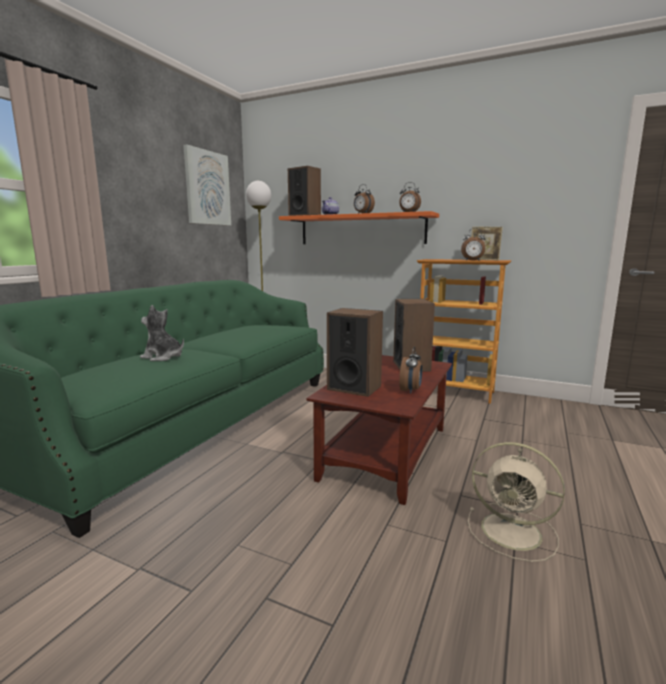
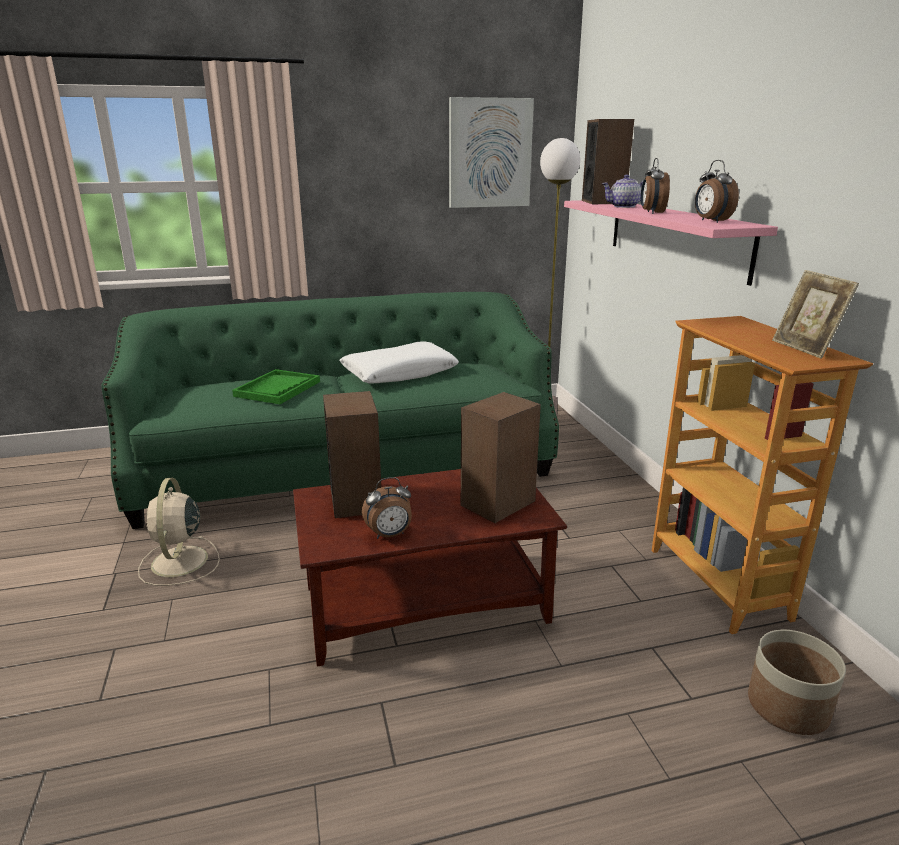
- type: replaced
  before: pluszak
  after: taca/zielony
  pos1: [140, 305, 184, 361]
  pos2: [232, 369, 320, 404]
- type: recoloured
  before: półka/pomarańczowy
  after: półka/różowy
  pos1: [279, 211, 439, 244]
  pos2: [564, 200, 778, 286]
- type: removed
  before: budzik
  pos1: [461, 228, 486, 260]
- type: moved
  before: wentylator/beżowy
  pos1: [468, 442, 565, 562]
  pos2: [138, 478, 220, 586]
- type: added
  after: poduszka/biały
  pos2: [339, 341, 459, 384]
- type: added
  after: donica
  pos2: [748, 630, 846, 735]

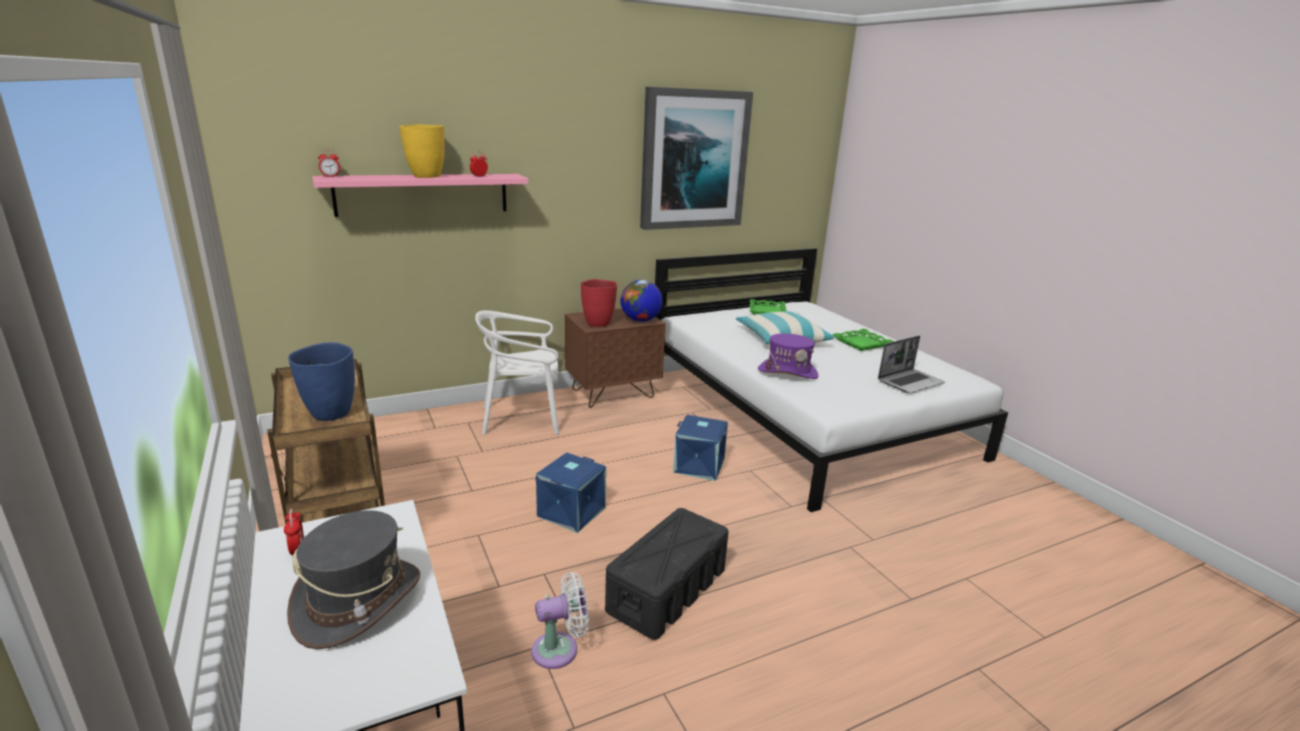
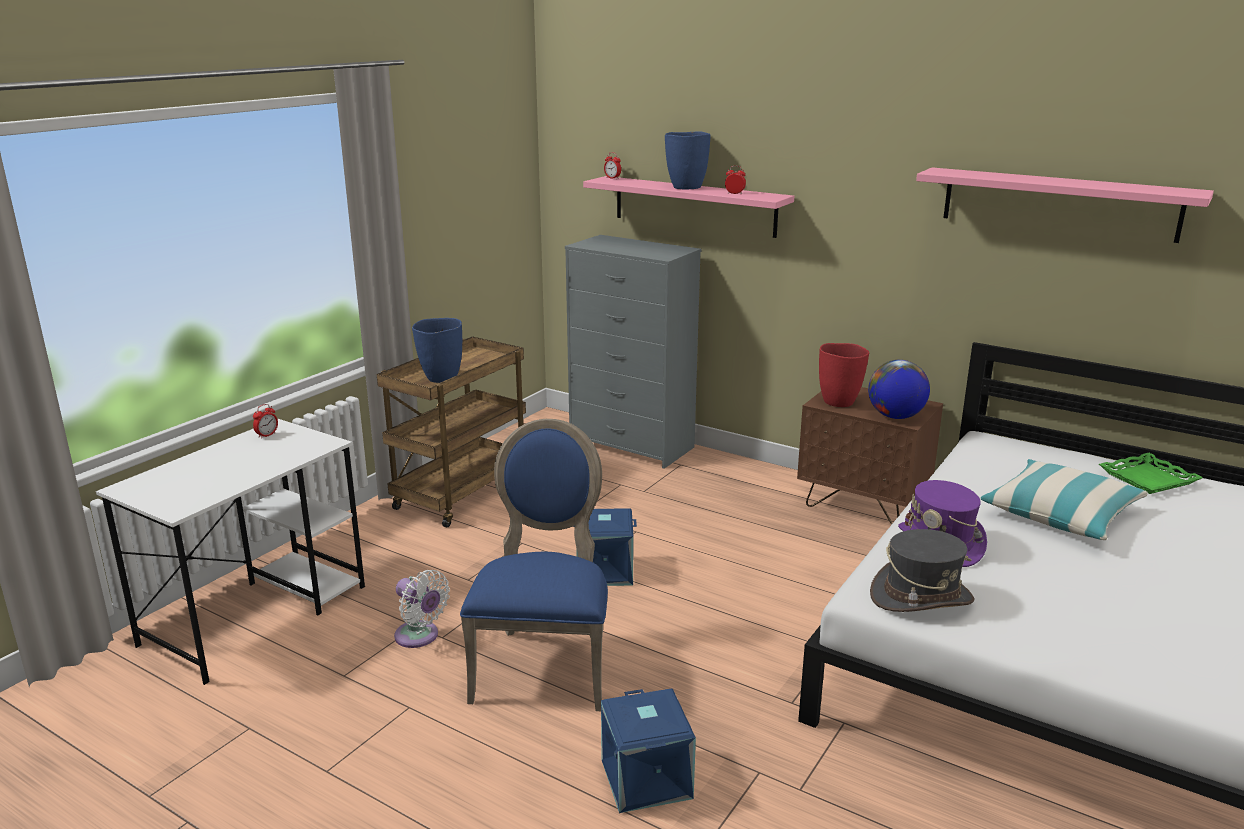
- type: moved
  before: kapelusz/szary
  pos1: [287, 510, 420, 649]
  pos2: [870, 529, 974, 612]
- type: recoloured
  before: wazon/żółty
  after: wazon/niebieski
  pos1: [399, 124, 445, 178]
  pos2: [665, 131, 711, 189]
- type: removed
  before: krzesło/biały
  pos1: [475, 310, 559, 435]
- type: replaced
  before: pojemnik do przechowywania/czarny
  after: krzesło/niebieski
  pos1: [605, 508, 729, 640]
  pos2: [460, 419, 608, 711]
- type: replaced
  before: obraz
  after: półka/różowy
  pos1: [640, 87, 753, 230]
  pos2: [916, 167, 1214, 243]
- type: moved
  before: pojemnik do przechowywania/niebieski
  pos1: [673, 415, 728, 481]
  pos2: [601, 689, 696, 813]
- type: removed
  before: taca/zielony
  pos1: [832, 329, 894, 351]
- type: removed
  before: laptop
  pos1: [878, 336, 945, 393]
- type: added
  after: komoda/szary
  pos2: [565, 235, 701, 469]

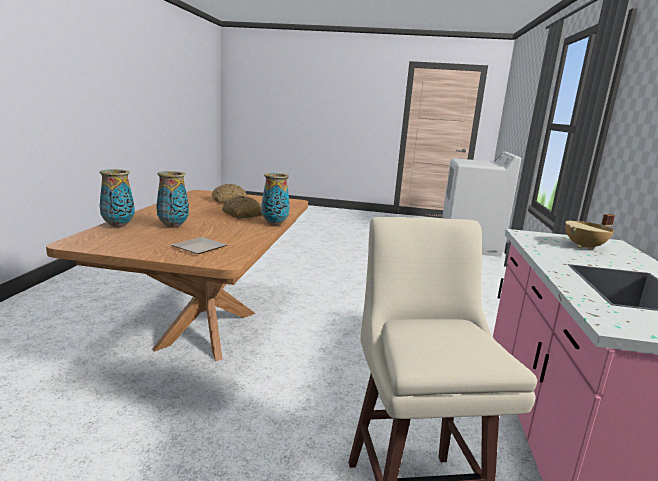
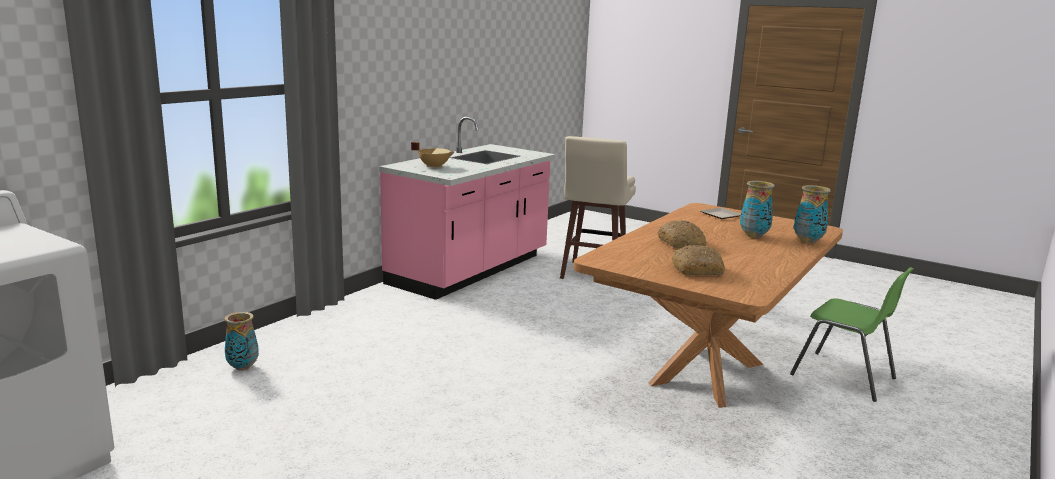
- type: moved
  before: wazon
  pos1: [261, 173, 290, 225]
  pos2: [224, 312, 259, 371]
- type: added
  after: krzesło/zielony
  pos2: [790, 267, 913, 402]

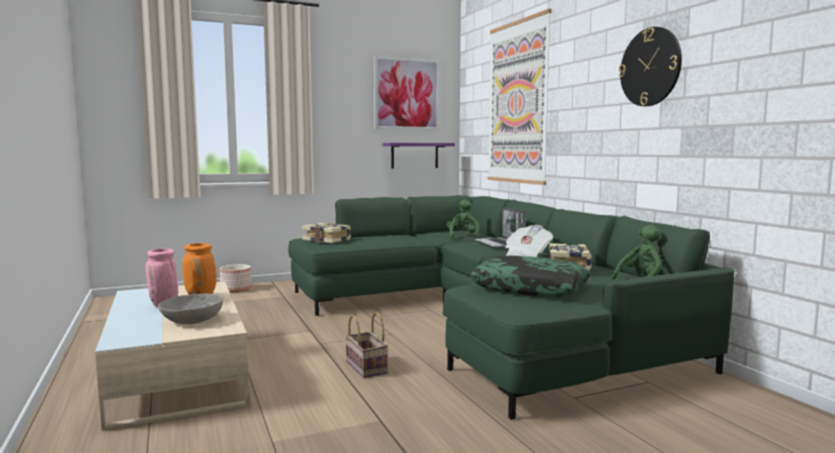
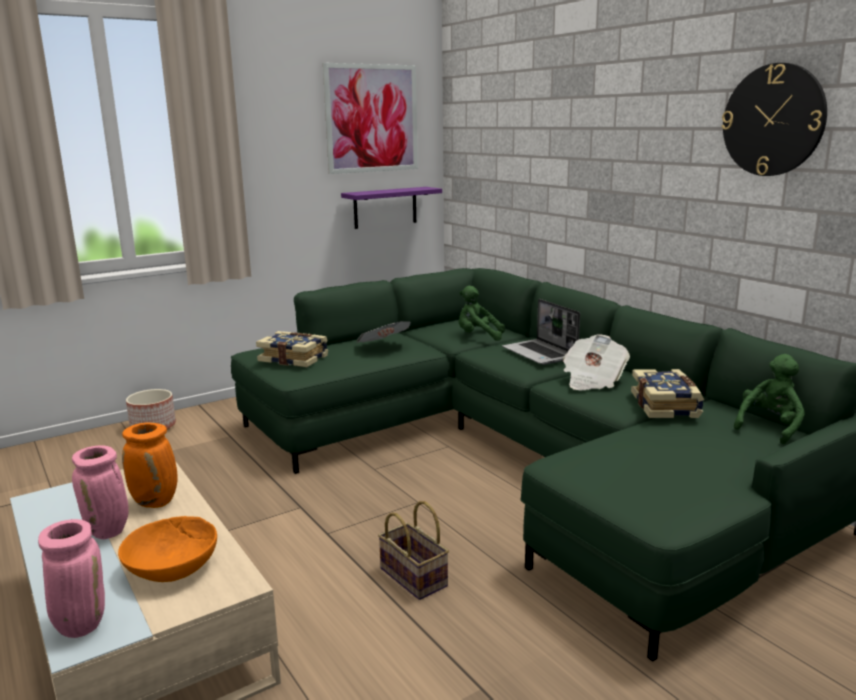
- type: recoloured
  before: miska/szary
  after: miska/pomarańczowy
  pos1: [158, 294, 223, 324]
  pos2: [118, 516, 217, 582]
- type: turned
  before: pluszak/zielony
  pos1: [447, 200, 480, 240]
  pos2: [459, 286, 505, 341]
  turn: -75
- type: removed
  before: poduszka
  pos1: [470, 256, 590, 297]
- type: removed
  before: obraz
  pos1: [488, 9, 551, 185]
- type: added
  after: wazon/różowy
  pos2: [38, 519, 105, 638]
- type: added
  after: gazeta
  pos2: [356, 321, 411, 343]

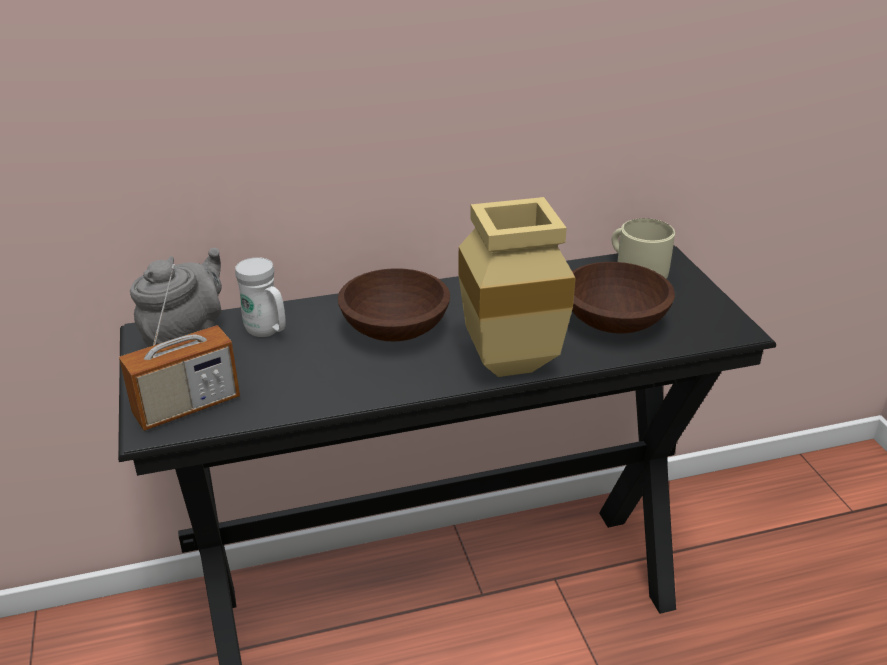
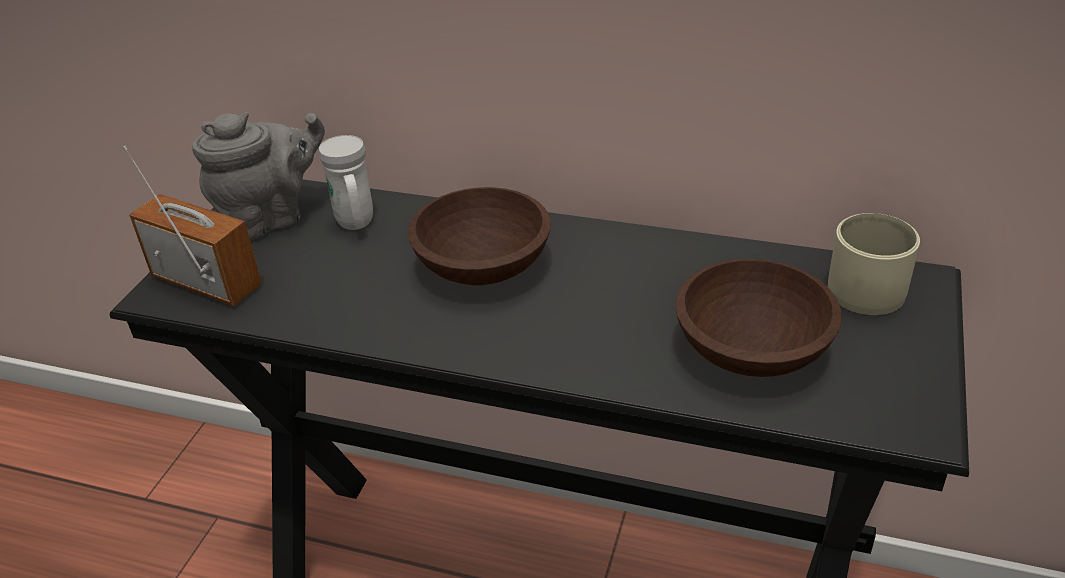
- type: turned
  before: radio
  pos1: [119, 264, 240, 431]
  pos2: [123, 146, 262, 306]
  turn: -150
- type: removed
  before: wazon/beżowy
  pos1: [458, 197, 576, 377]

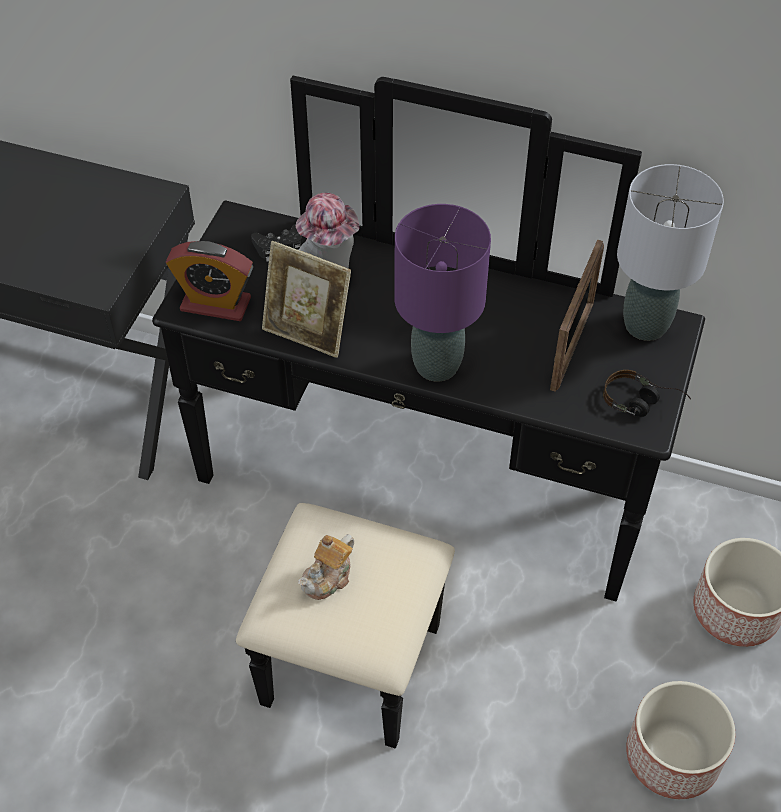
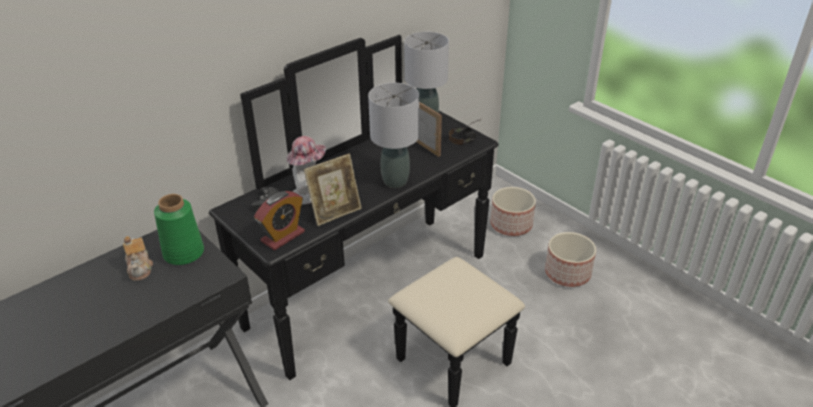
- type: moved
  before: imbryk
  pos1: [298, 534, 354, 600]
  pos2: [123, 236, 153, 281]
- type: recoloured
  before: lampa stołowa/fioletowy
  after: lampa stołowa/szary
  pos1: [394, 204, 491, 382]
  pos2: [368, 83, 419, 188]
- type: added
  after: wazon/zielony
  pos2: [154, 194, 204, 265]

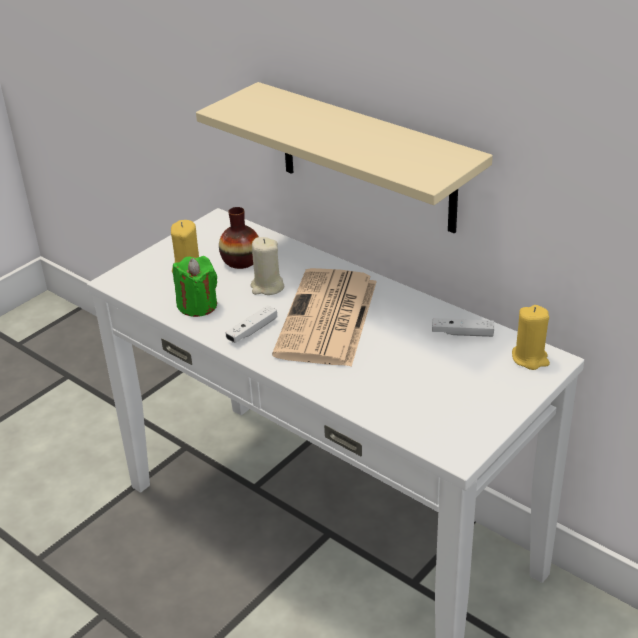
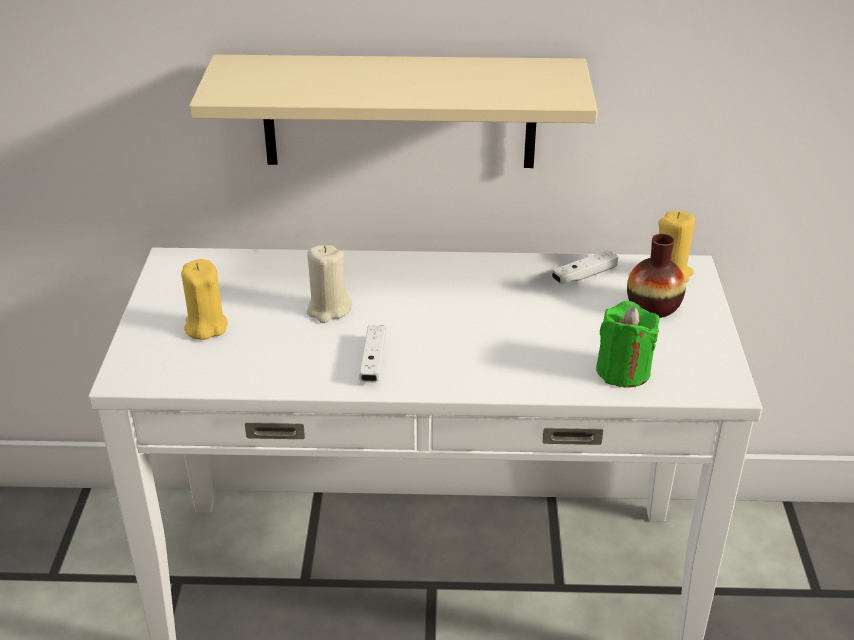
- type: moved
  before: świeca/zielony
  pos1: [173, 256, 217, 317]
  pos2: [596, 301, 660, 388]
- type: moved
  before: wazon
  pos1: [219, 207, 259, 269]
  pos2: [627, 234, 686, 318]
- type: removed
  before: gazeta
  pos1: [272, 268, 377, 367]

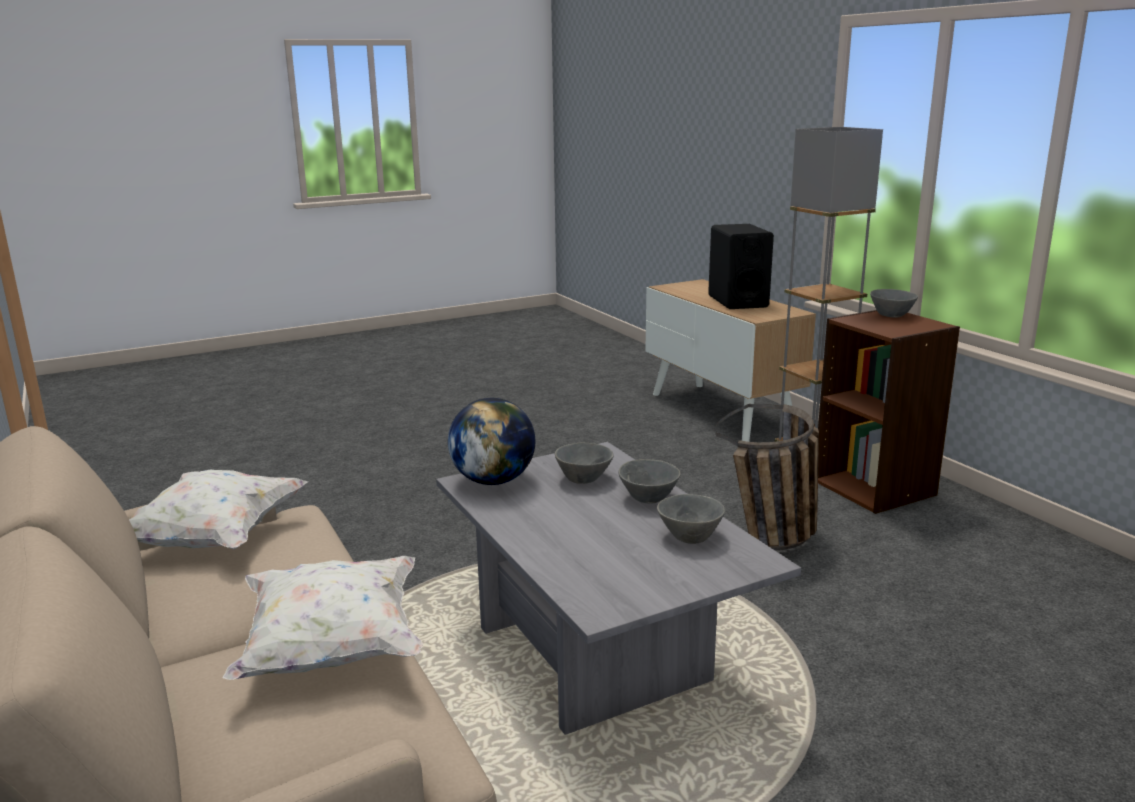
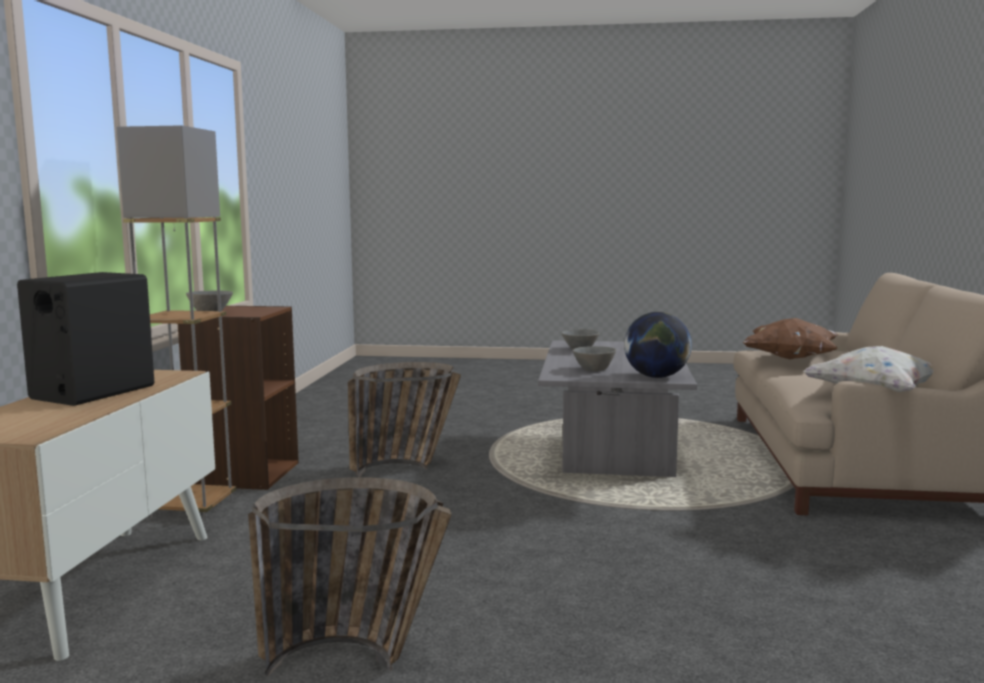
- type: recoloured
  before: poduszka/biały
  after: poduszka/brązowy
  pos1: [223, 556, 423, 680]
  pos2: [742, 318, 838, 359]
- type: removed
  before: miska/szary
  pos1: [618, 459, 681, 503]
- type: added
  after: koszyk
  pos2: [248, 477, 452, 676]

